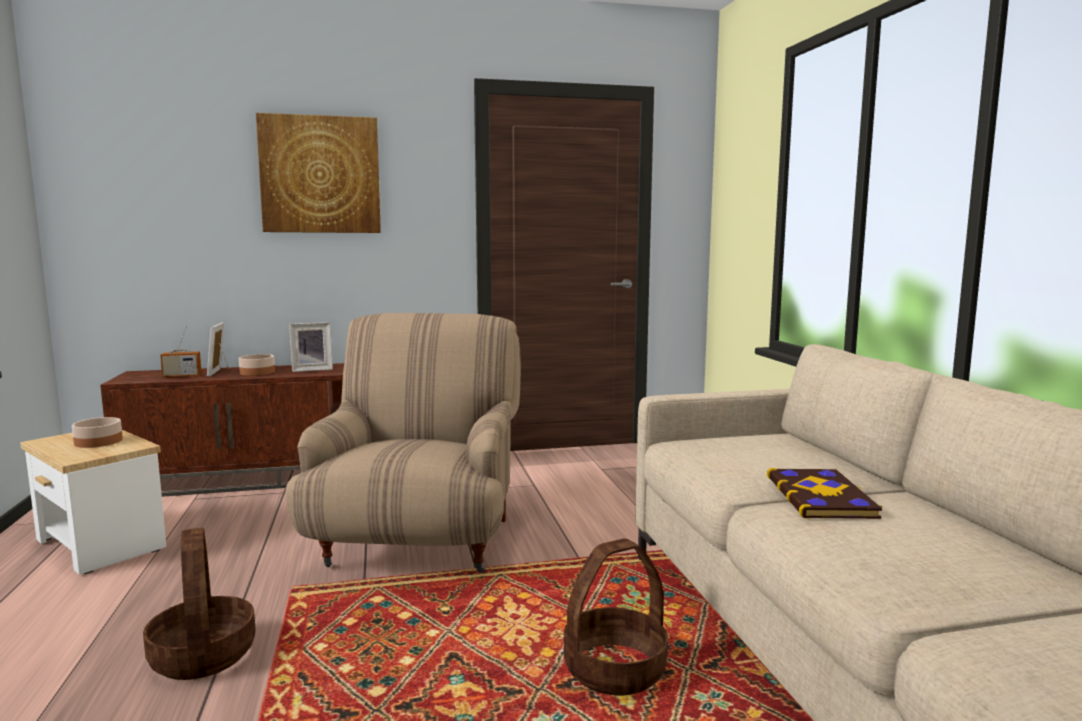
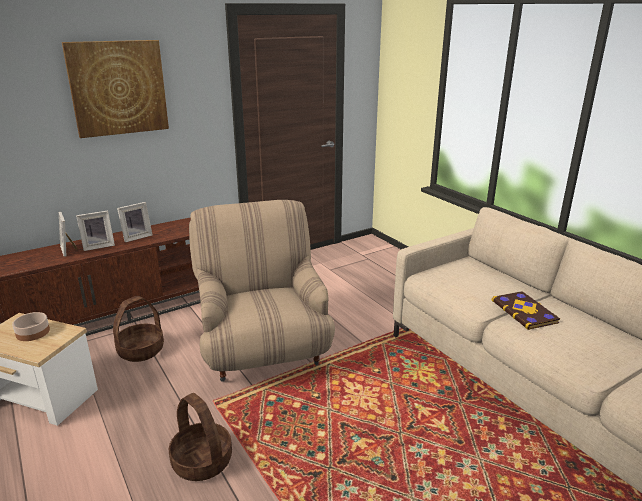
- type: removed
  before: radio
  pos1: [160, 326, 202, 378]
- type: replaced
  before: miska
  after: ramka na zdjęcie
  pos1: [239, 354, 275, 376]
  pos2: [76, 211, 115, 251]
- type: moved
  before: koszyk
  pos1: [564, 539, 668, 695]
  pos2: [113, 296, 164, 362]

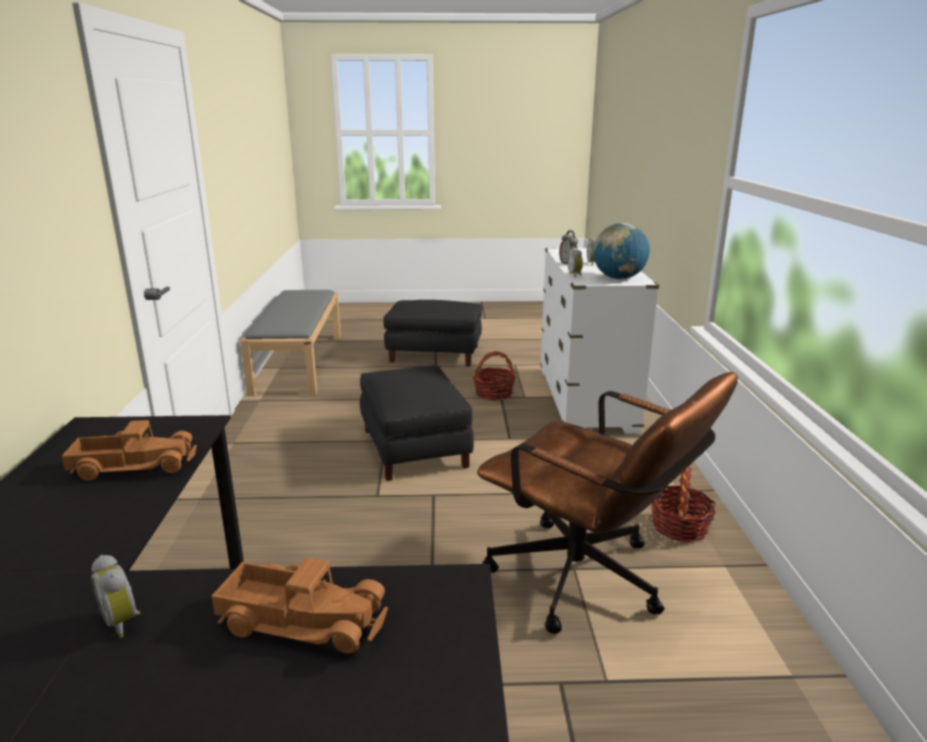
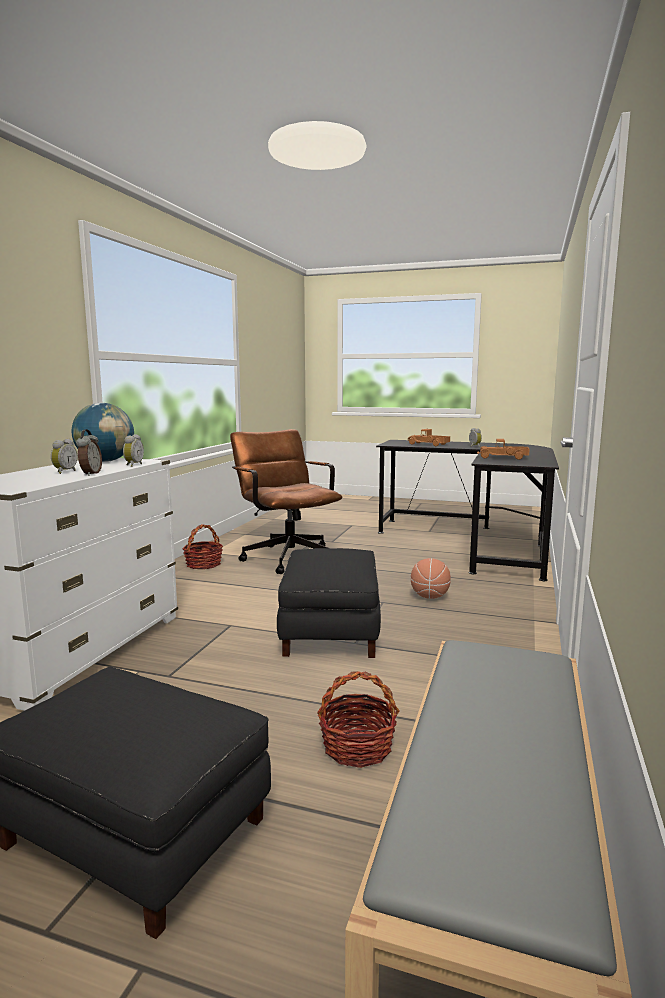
- type: moved
  before: koszyk
  pos1: [473, 351, 516, 401]
  pos2: [317, 671, 400, 768]
- type: added
  after: piłka do koszykówki
  pos2: [411, 558, 451, 599]

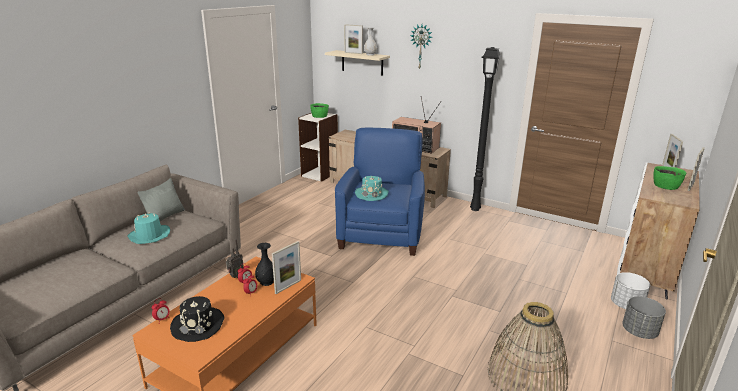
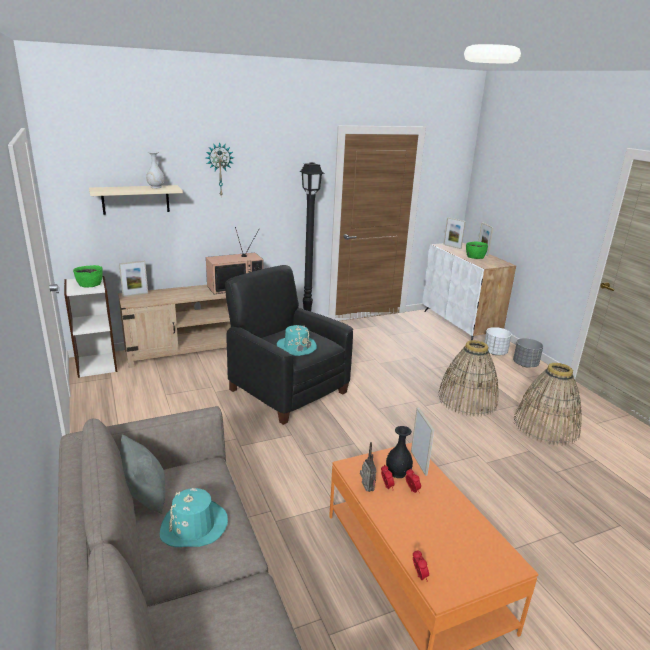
- type: removed
  before: kapelusz/czarny
  pos1: [170, 296, 224, 342]
- type: recoloured
  before: fotel/niebieski
  after: fotel/czarny
  pos1: [335, 128, 425, 256]
  pos2: [225, 265, 353, 425]
- type: moved
  before: ramka na zdjęcie
  pos1: [344, 24, 363, 54]
  pos2: [119, 261, 148, 297]
- type: added
  after: koszyk
  pos2: [438, 340, 498, 416]

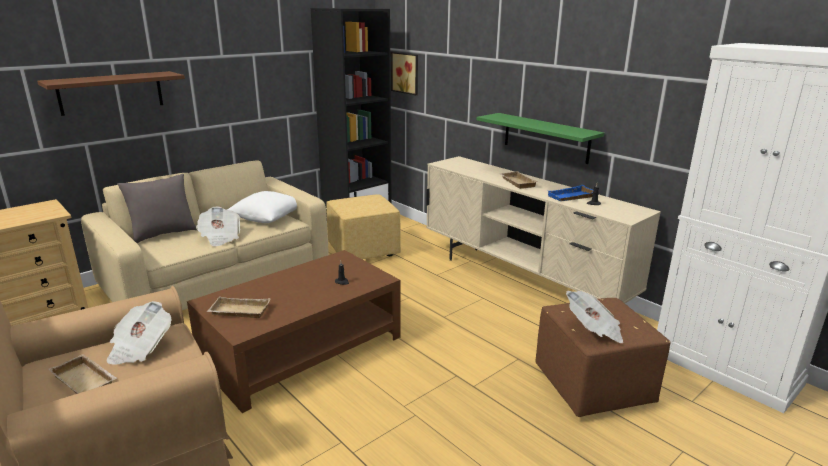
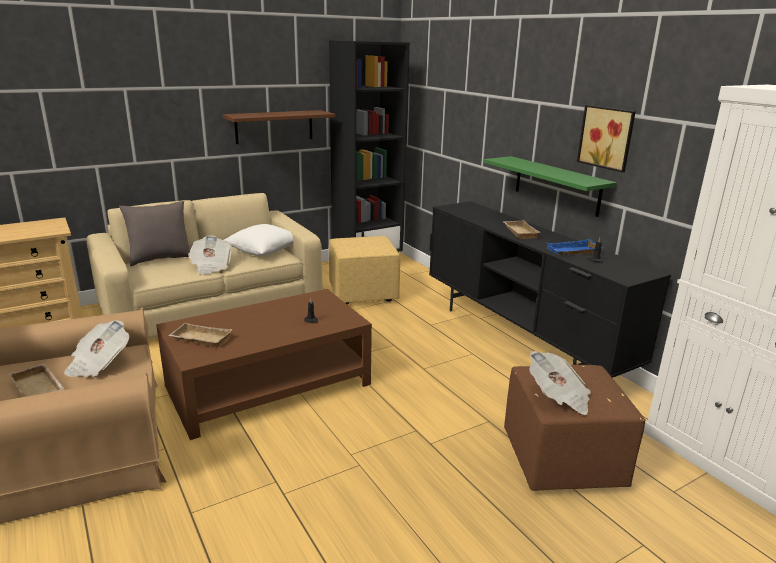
- type: moved
  before: półka/brązowy
  pos1: [37, 71, 185, 116]
  pos2: [223, 110, 335, 144]
- type: moved
  before: obraz
  pos1: [391, 52, 418, 95]
  pos2: [577, 105, 636, 172]
- type: recoloured
  before: szafka pod telewizor/beżowy
  after: szafka pod telewizor/czarny
  pos1: [426, 156, 661, 303]
  pos2: [429, 201, 671, 378]

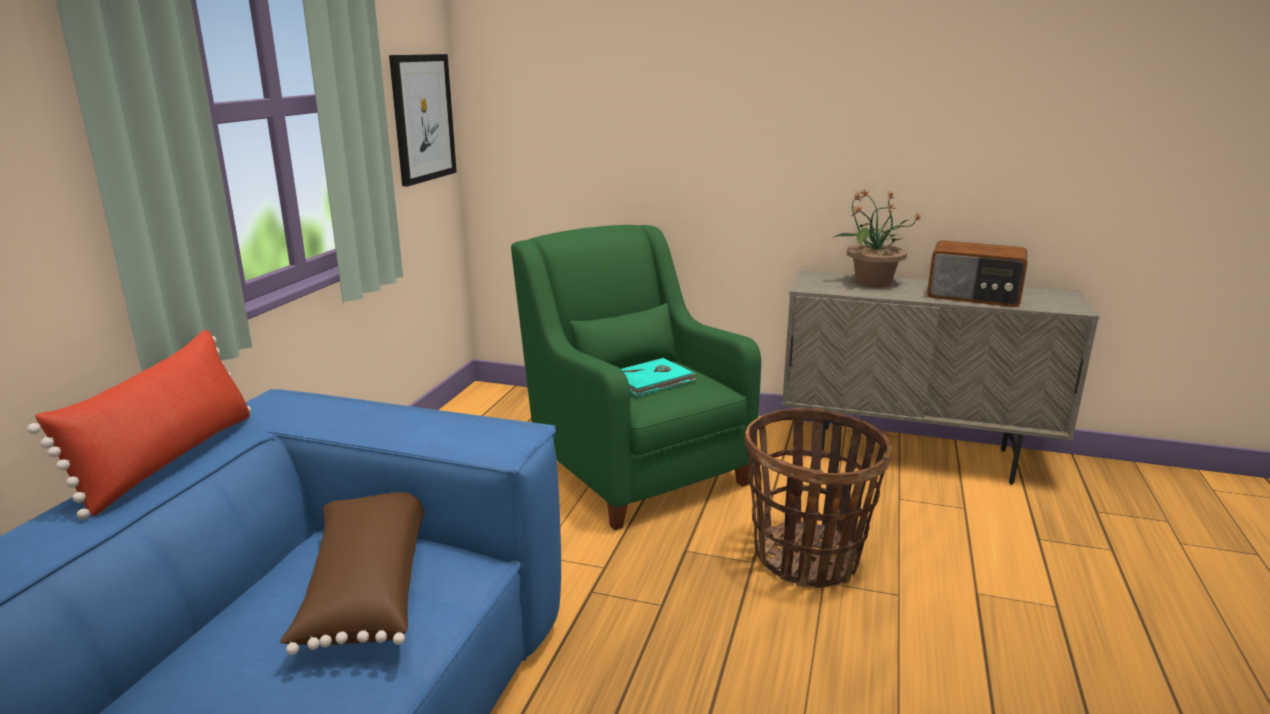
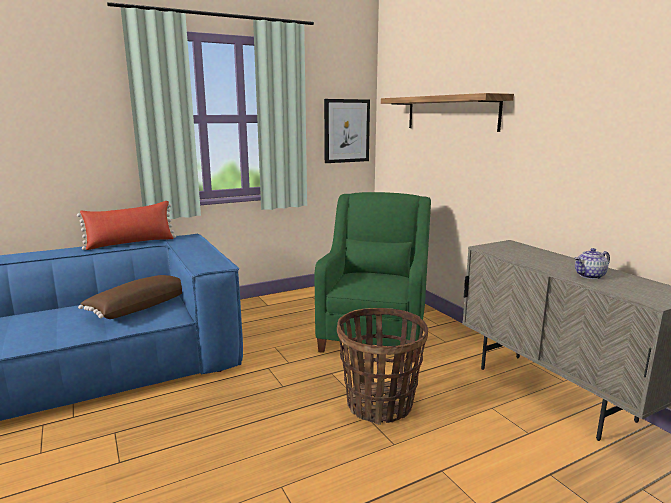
- type: removed
  before: książka/turkusowy
  pos1: [621, 358, 697, 397]
- type: removed
  before: roślina doniczkowa
  pos1: [834, 190, 922, 287]
- type: replaced
  before: radio
  after: imbryk
  pos1: [927, 240, 1027, 307]
  pos2: [574, 248, 610, 279]
- type: added
  after: półka
  pos2: [381, 93, 514, 132]

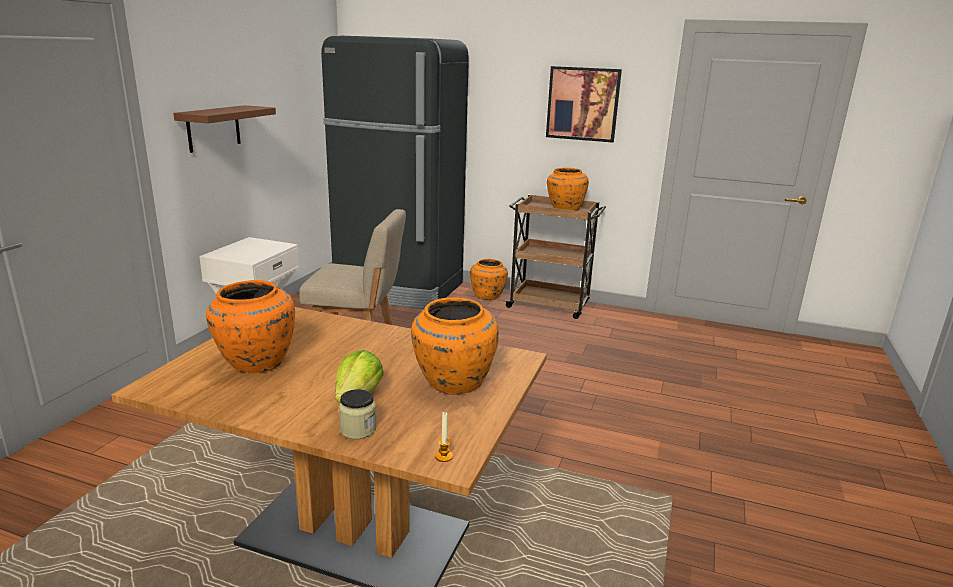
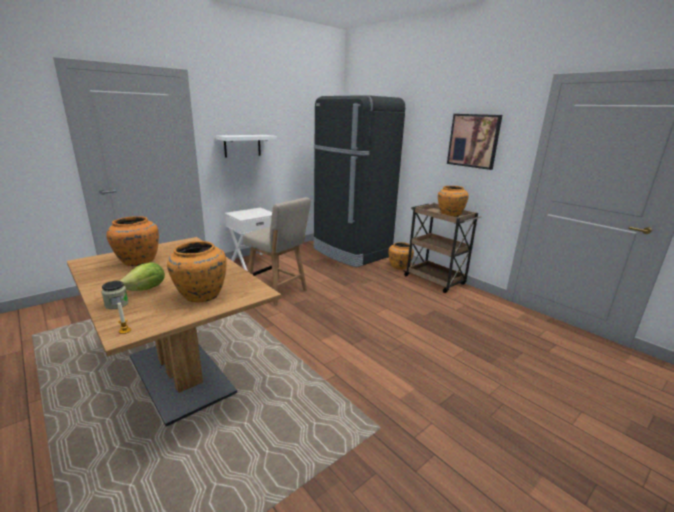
- type: recoloured
  before: półka/brązowy
  after: półka/biały
  pos1: [173, 105, 276, 153]
  pos2: [216, 135, 277, 157]

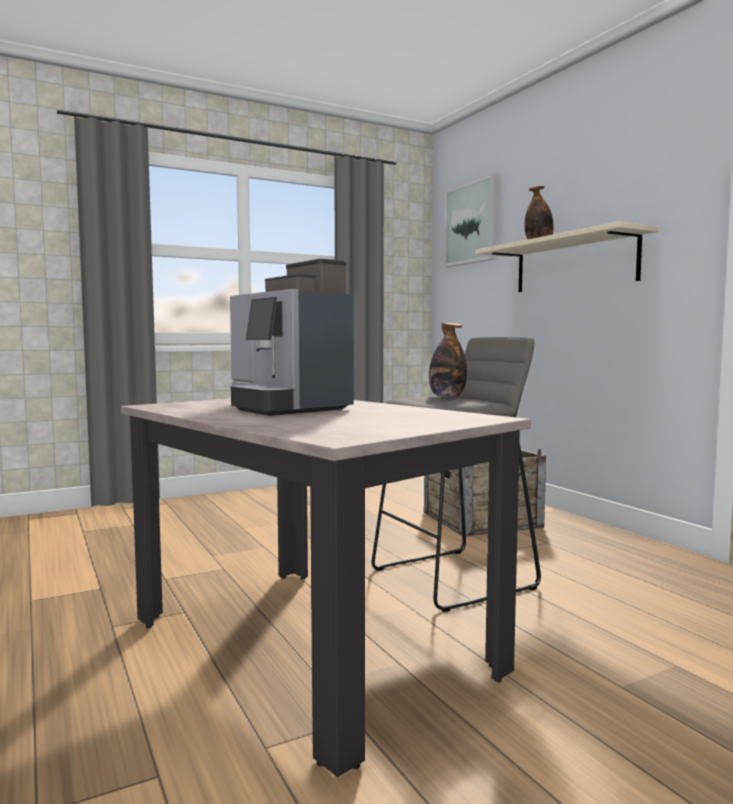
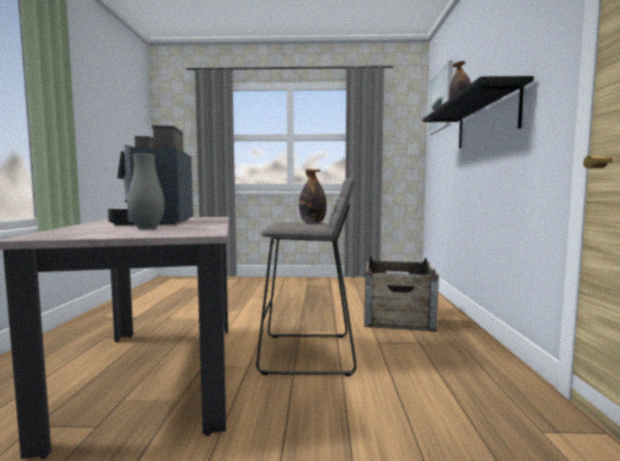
- type: recoloured
  before: półka/beżowy
  after: półka/czarny
  pos1: [475, 222, 659, 292]
  pos2: [423, 76, 534, 148]
- type: added
  after: wazon/szary
  pos2: [127, 153, 165, 229]

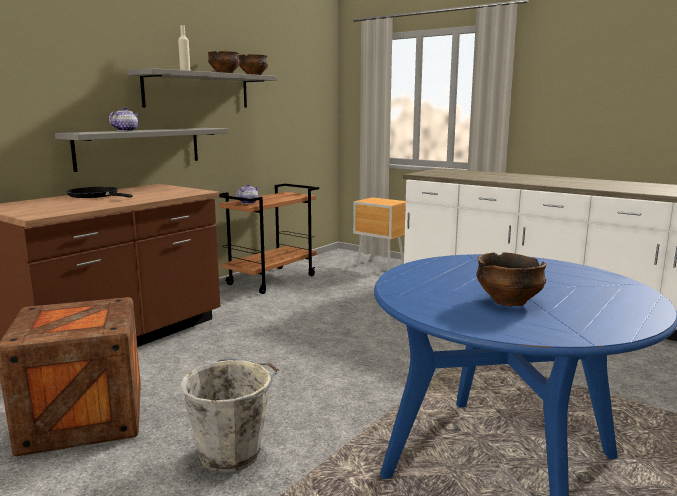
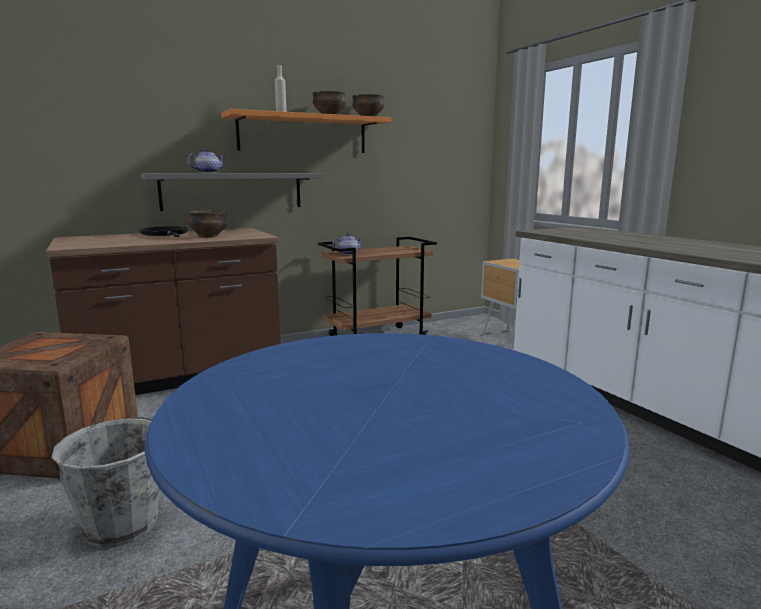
- type: recoloured
  before: półka/szary
  after: półka/pomarańczowy
  pos1: [128, 68, 277, 108]
  pos2: [221, 109, 391, 153]
- type: moved
  before: miska
  pos1: [476, 252, 547, 306]
  pos2: [188, 210, 228, 237]

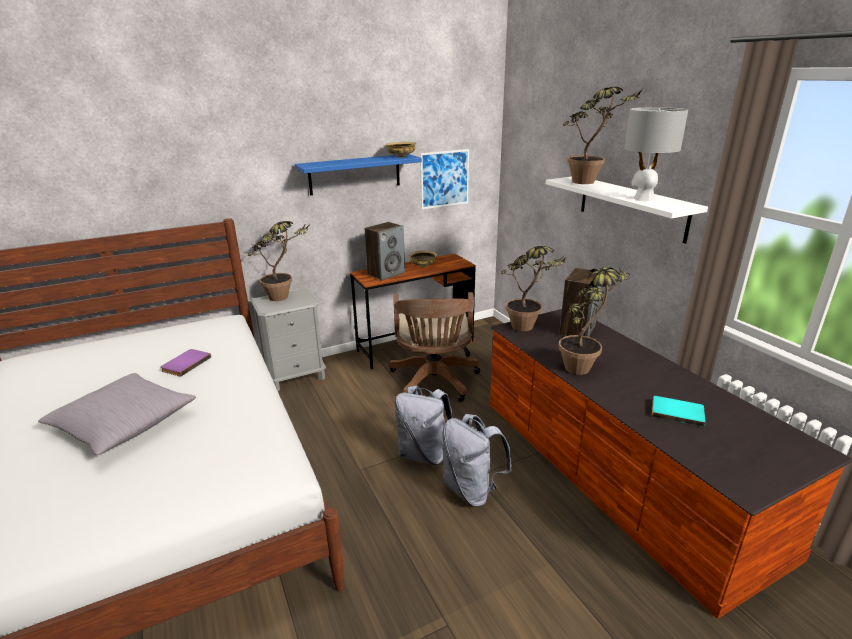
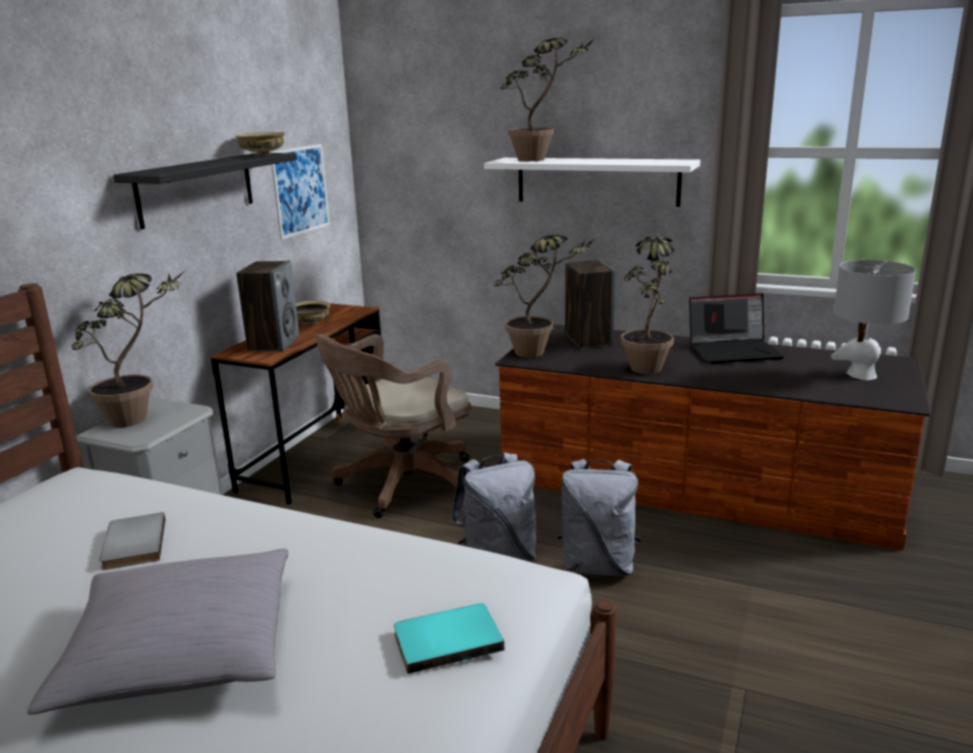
- type: recoloured
  before: książka/fioletowy
  after: książka/szary
  pos1: [161, 349, 211, 377]
  pos2: [99, 512, 165, 570]
- type: recoloured
  before: półka/niebieski
  after: półka/czarny
  pos1: [295, 154, 422, 195]
  pos2: [113, 153, 297, 229]
- type: turned
  before: krzesło biurowe/brązowy
  pos1: [388, 292, 480, 402]
  pos2: [315, 334, 471, 518]
  turn: 90
- type: moved
  before: lampa stołowa/szary
  pos1: [625, 107, 688, 202]
  pos2: [831, 260, 916, 380]
- type: moved
  before: książka/turkusowy
  pos1: [652, 396, 706, 427]
  pos2: [394, 603, 505, 674]
- type: added
  after: laptop
  pos2: [689, 293, 785, 364]

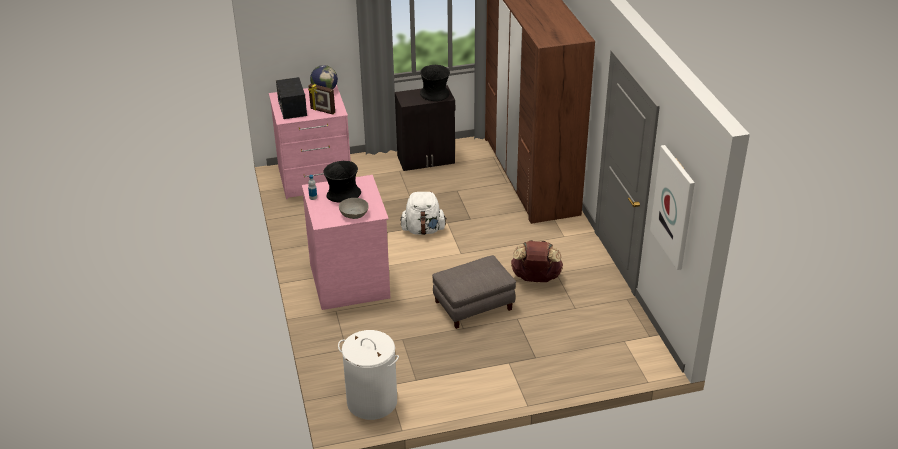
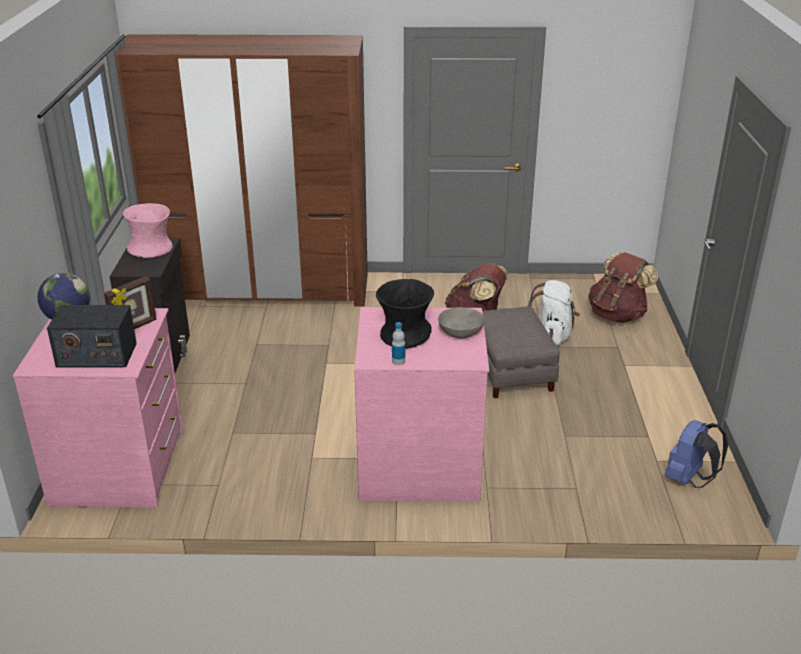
- type: replaced
  before: kosz na pranie/biały
  after: plecak/niebieski
  pos1: [338, 330, 399, 420]
  pos2: [665, 420, 728, 488]
- type: moved
  before: plecak/biały
  pos1: [400, 192, 447, 235]
  pos2: [528, 280, 580, 345]
- type: recoloured
  before: wazon/czarny
  after: wazon/różowy
  pos1: [420, 65, 450, 101]
  pos2: [123, 203, 173, 258]
- type: removed
  before: obraz
  pos1: [650, 145, 695, 270]
- type: added
  after: plecak/brązowy
  pos2: [588, 252, 658, 323]

